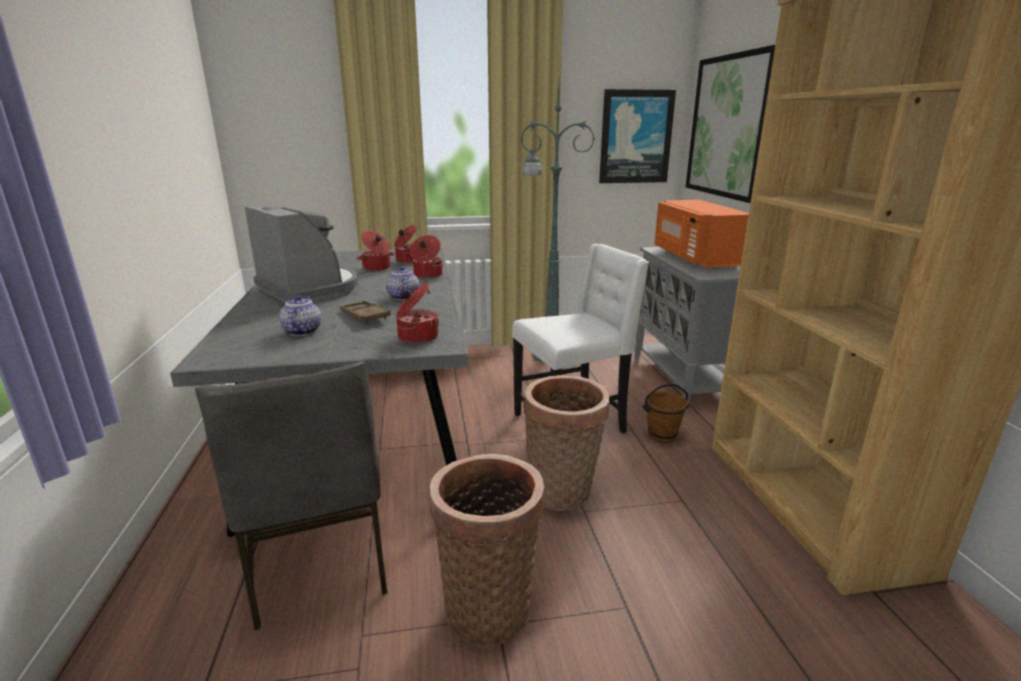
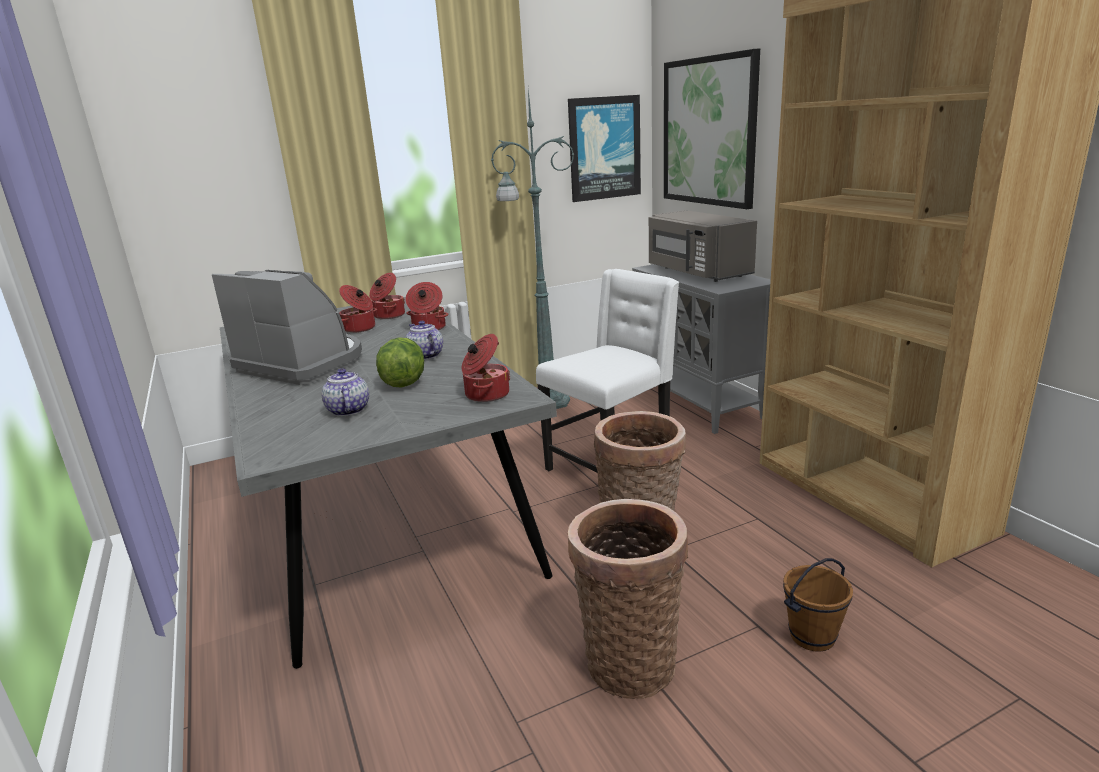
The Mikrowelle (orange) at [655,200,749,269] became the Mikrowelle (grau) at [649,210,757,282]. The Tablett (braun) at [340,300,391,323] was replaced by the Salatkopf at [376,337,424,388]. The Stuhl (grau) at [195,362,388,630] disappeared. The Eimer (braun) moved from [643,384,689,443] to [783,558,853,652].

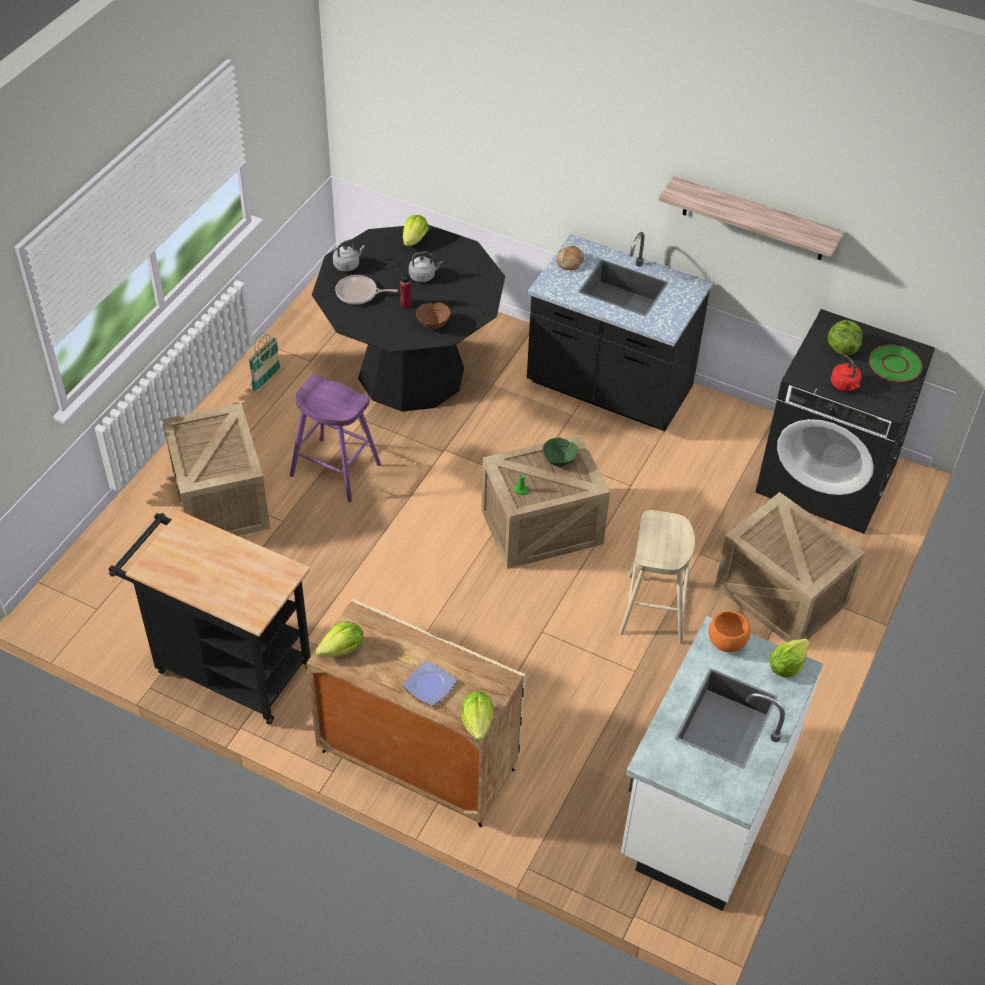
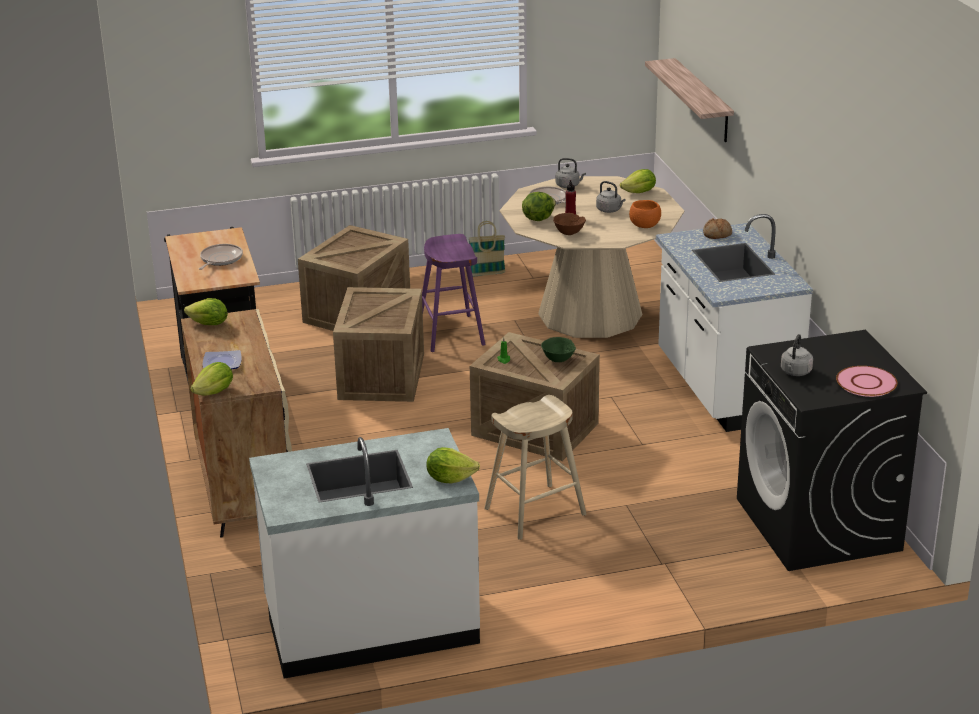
The Wandregal moved from [659,176,844,260] to [645,58,734,142]. The Esstisch (schwarz) at [312,225,505,411] became the Esstisch (beige) at [500,176,684,338]. The Küchenzeile (schwarz) at [527,232,713,432] became the Küchenzeile (weiß) at [656,214,813,432]. The Salatkopf moved from [827,320,863,355] to [522,192,556,221]. The Teller (grün) at [869,345,923,382] became the Teller (rosa) at [836,366,897,397]. The Wasserkessel (rot) at [831,355,862,391] became the Wasserkessel (grau) at [781,334,813,376]. The Kiste moved from [715,492,865,642] to [333,287,424,402]. The Schüssel (orange) moved from [708,611,751,652] to [629,200,661,228]. The Pfanne at [199,244,243,270] appeared.

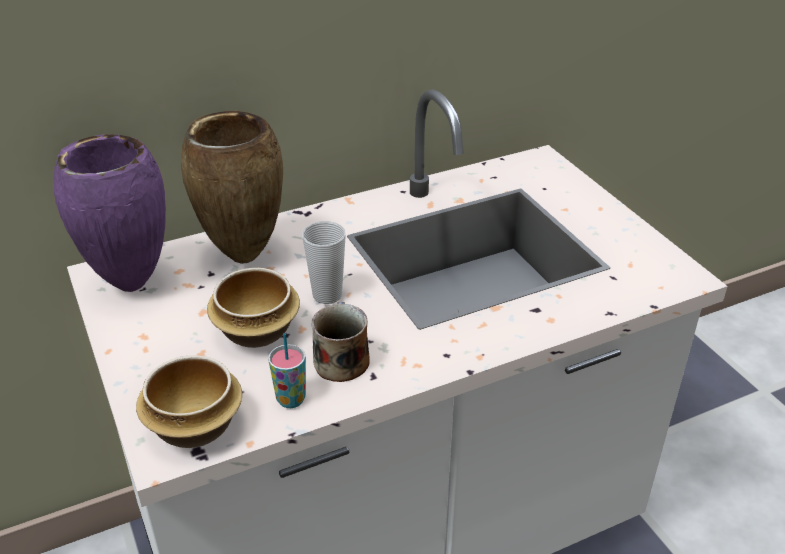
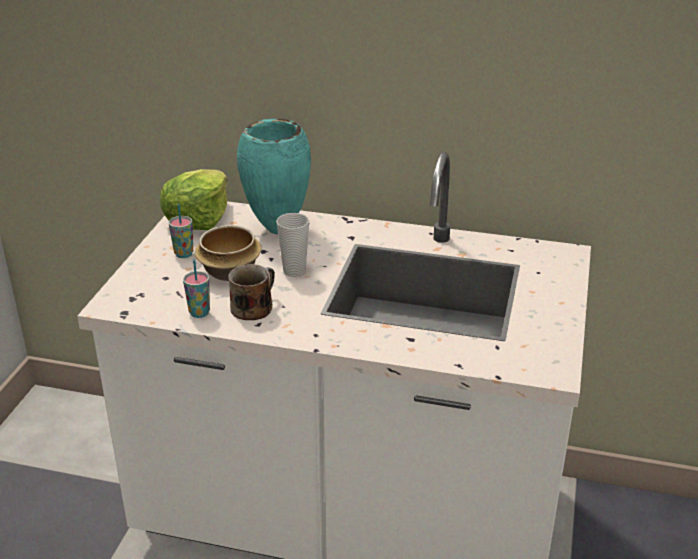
The Vase (braun) at [181,111,283,264] became the Vase (türkis) at [237,119,311,234]. The Vase (lila) at [53,134,166,292] was replaced by the Salatkopf at [160,169,227,230]. The Schüssel at [136,355,242,448] disappeared. The Tasse at [169,204,193,258] appeared.

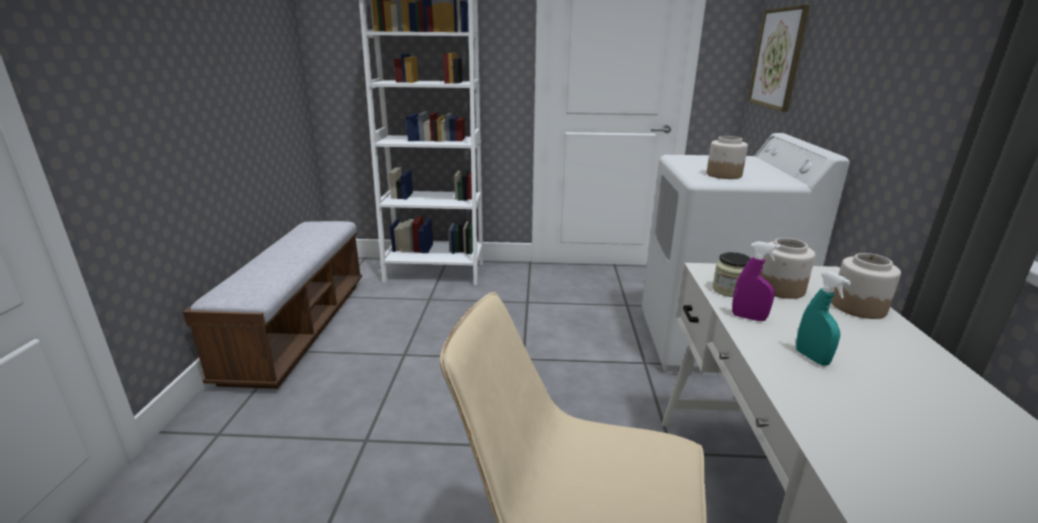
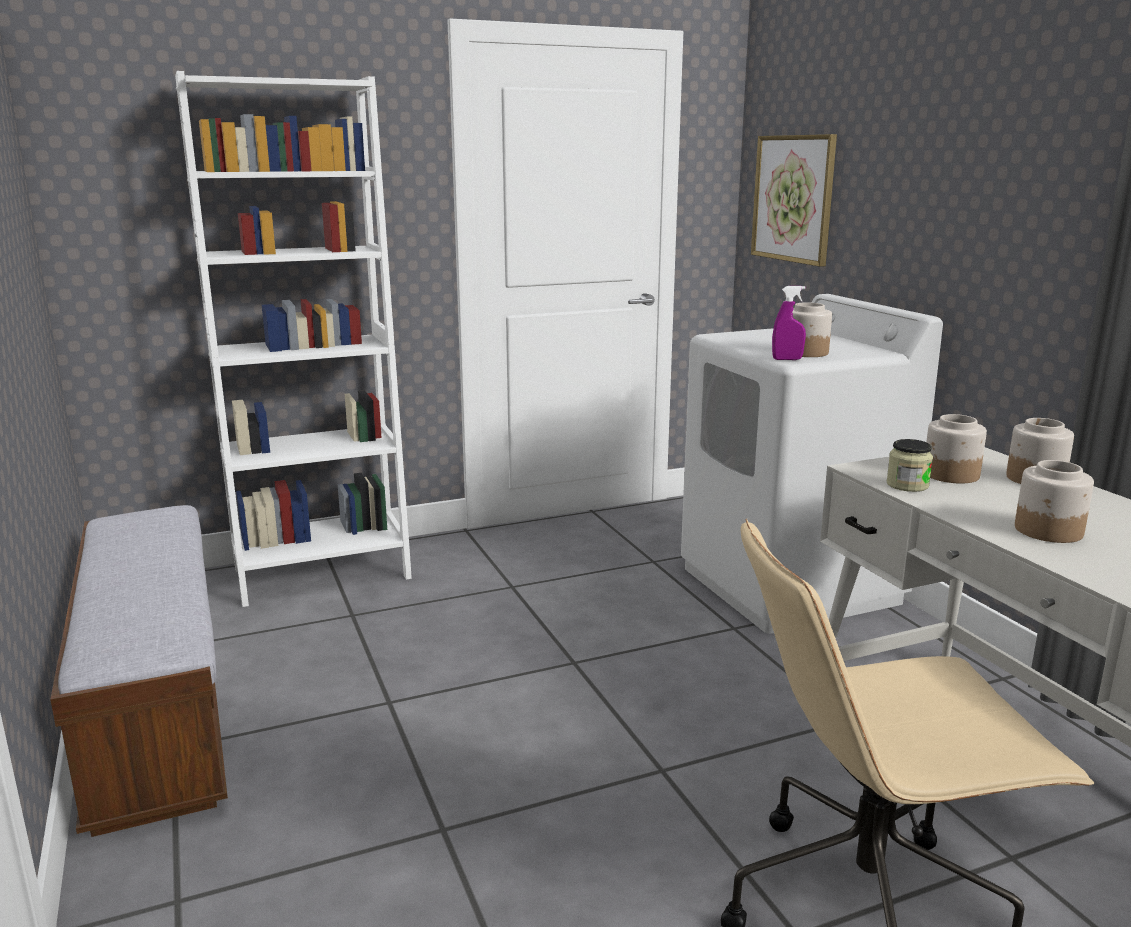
The Sprühflasche (lila) moved from [732,241,780,321] to [772,286,806,360]. The Sprühflasche (türkis) at [796,271,851,366] was replaced by the Vorratsglas at [1015,460,1094,543].

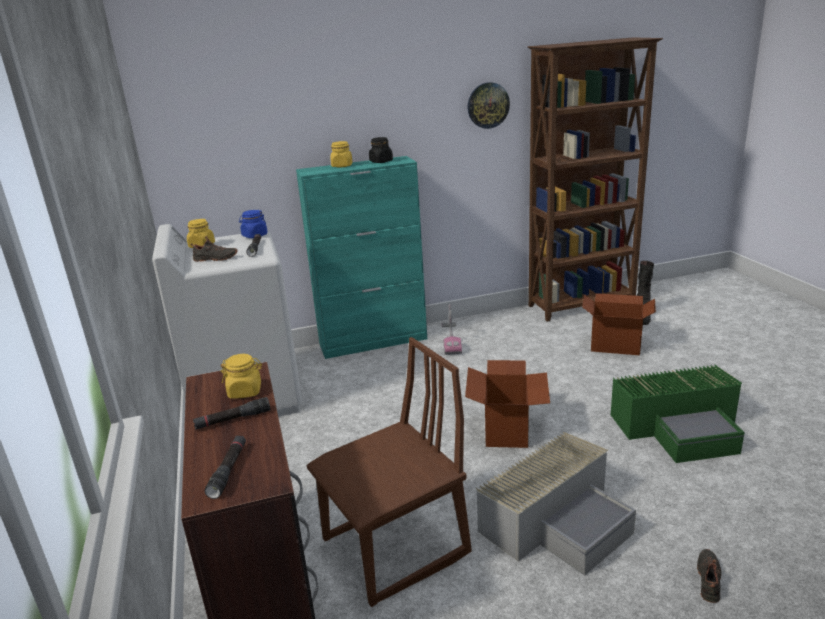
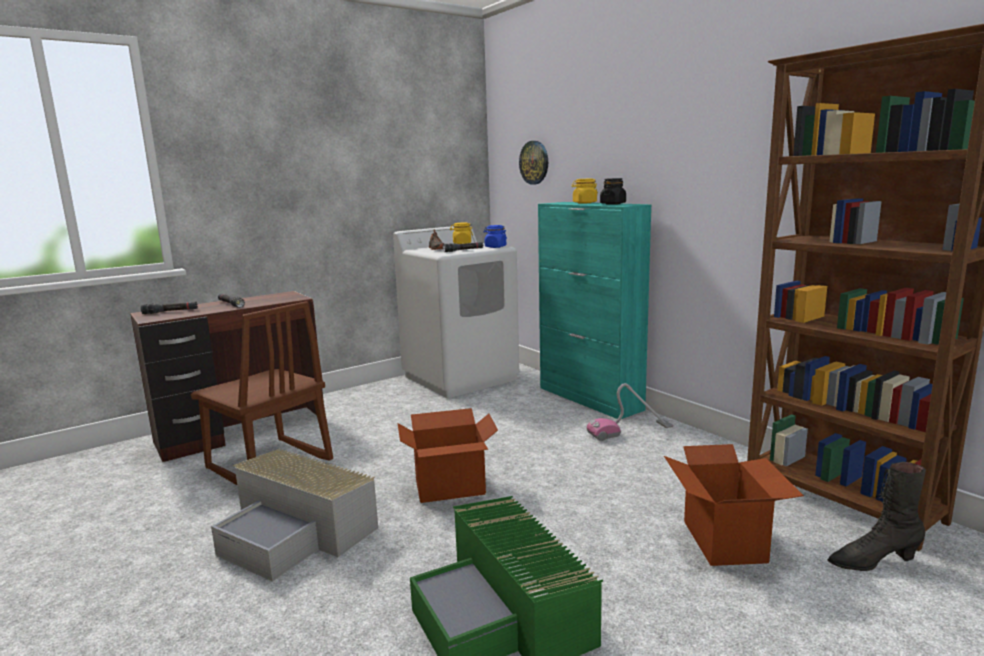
The Wanduhr moved from [467,82,510,129] to [519,141,548,185]. The Vorratsglas (gelb) at [220,354,262,399] disappeared. The Schuh (schwarz) at [697,549,721,603] disappeared.

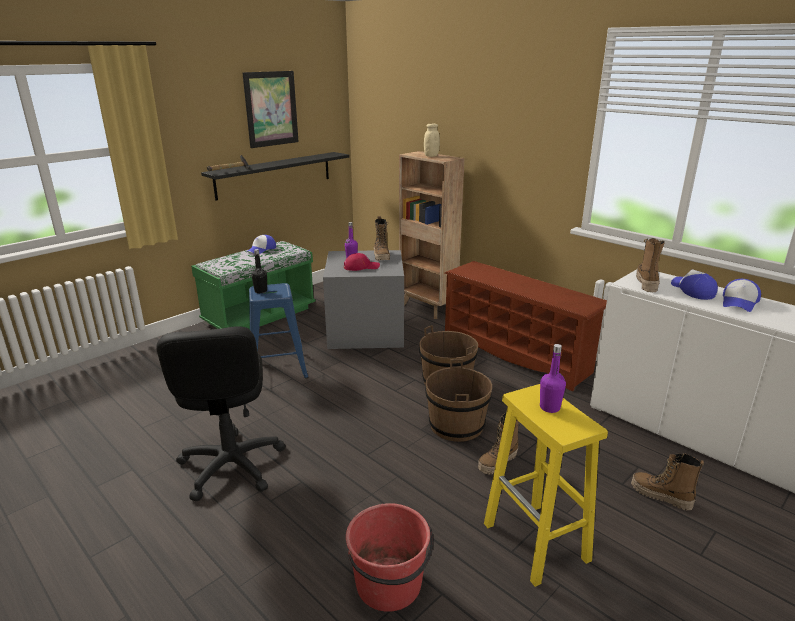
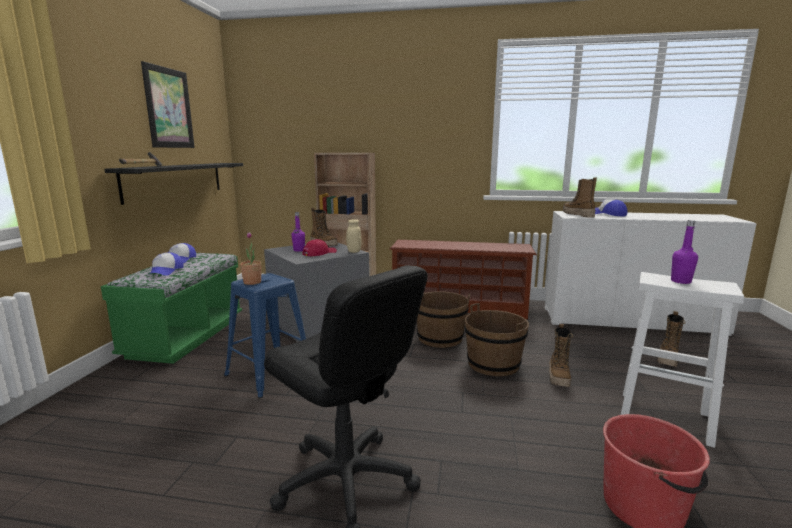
The Vorratsglas (beige) moved from [424,123,440,157] to [346,219,362,253]. The Flasche (schwarz) at [251,249,267,293] was replaced by the Topfpflanze at [240,232,262,285]. The Kappe moved from [723,279,761,312] to [150,252,183,276]. The Hocker (gelb) at [484,384,608,587] became the Hocker (weiß) at [621,272,744,448]. The Stiefel at [631,453,704,510] turned 60 degrees counterclockwise.

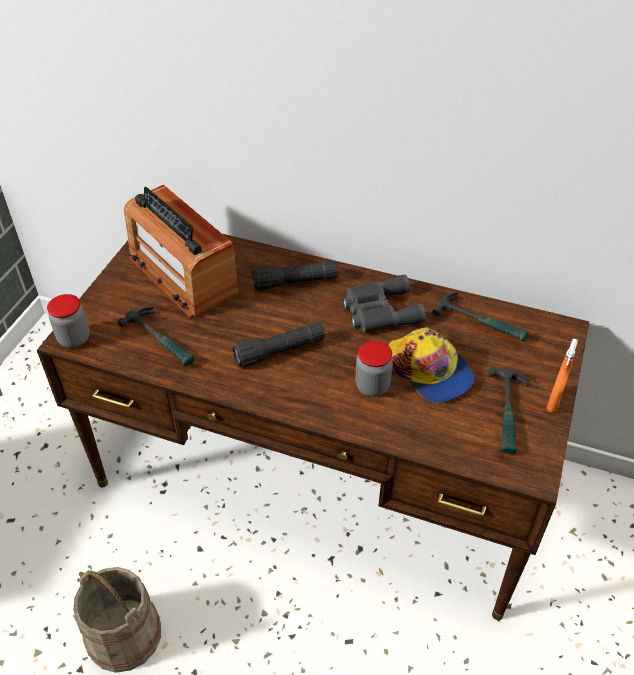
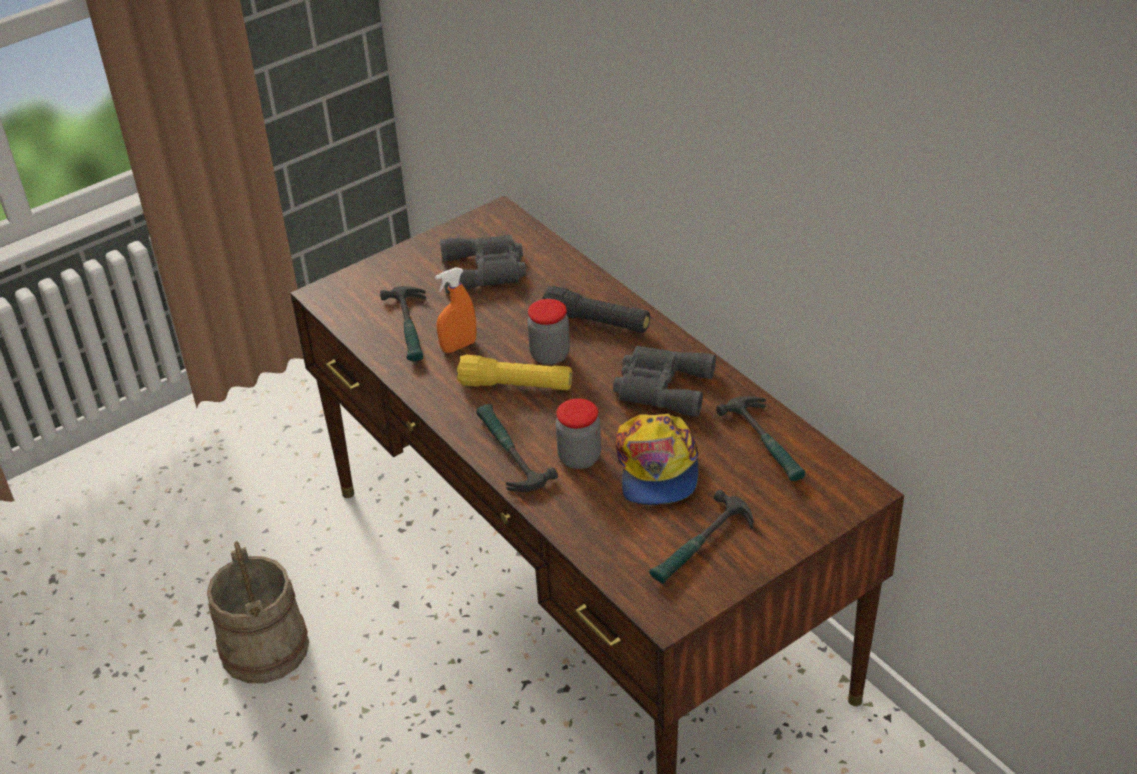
The Radio at [124,185,238,318] was replaced by the Fernglas (grau) at [440,235,526,293]. The Vorratsglas moved from [47,294,90,348] to [527,299,570,365]. The Taschenlampe (schwarz) at [232,322,325,368] became the Taschenlampe (gelb) at [457,355,572,390]. The Sprühflasche (orange) moved from [546,338,578,413] to [435,267,477,353]. The Hammer at [476,404,558,492] appeared.

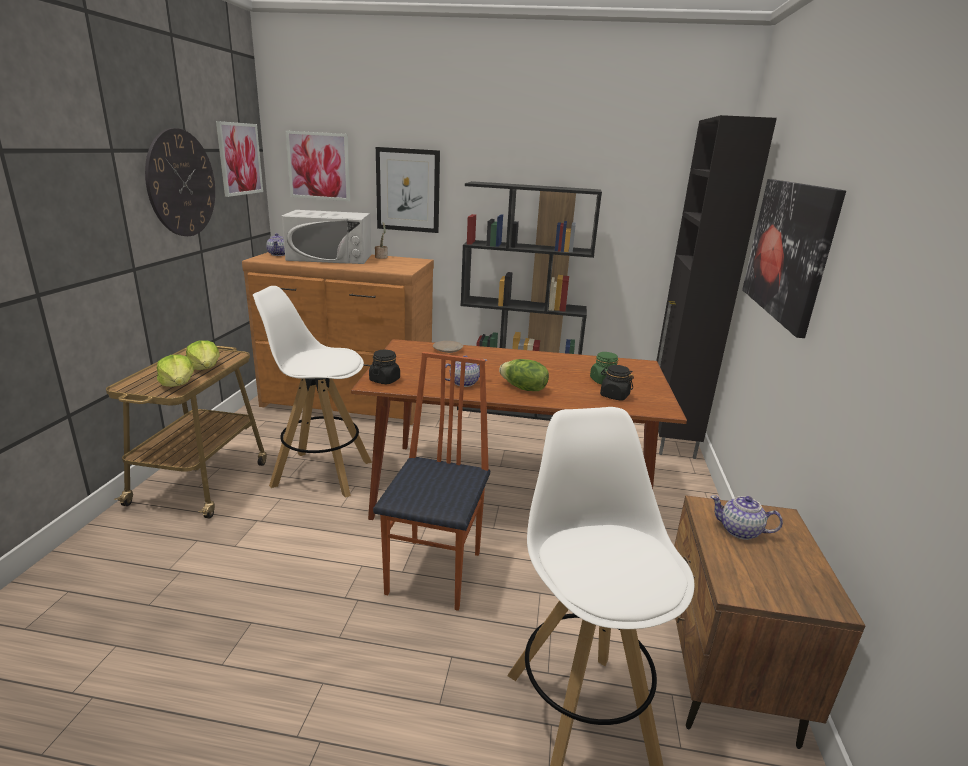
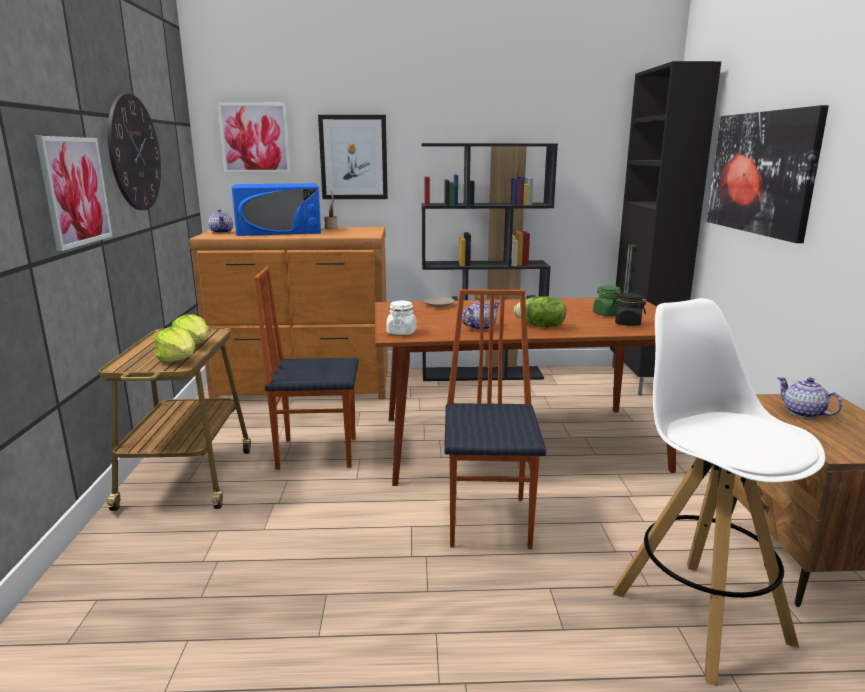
The Bild moved from [216,121,263,197] to [35,136,112,251]. The Mikrowelle (weiß) at [282,210,371,264] became the Mikrowelle (blau) at [232,183,321,236]. The Hocker (weiß) at [253,286,372,498] was replaced by the Stuhl at [254,267,358,470]. The Vorratsglas (schwarz) at [369,350,400,384] became the Vorratsglas (weiß) at [386,301,417,335]. The Teekanne at [710,495,783,540] turned 45 degrees clockwise.

